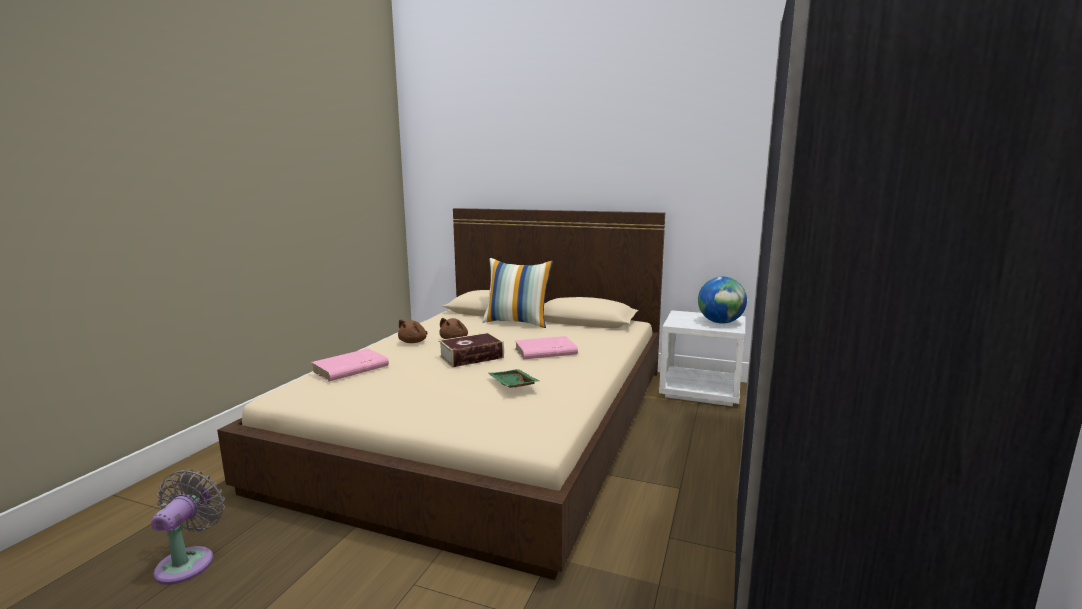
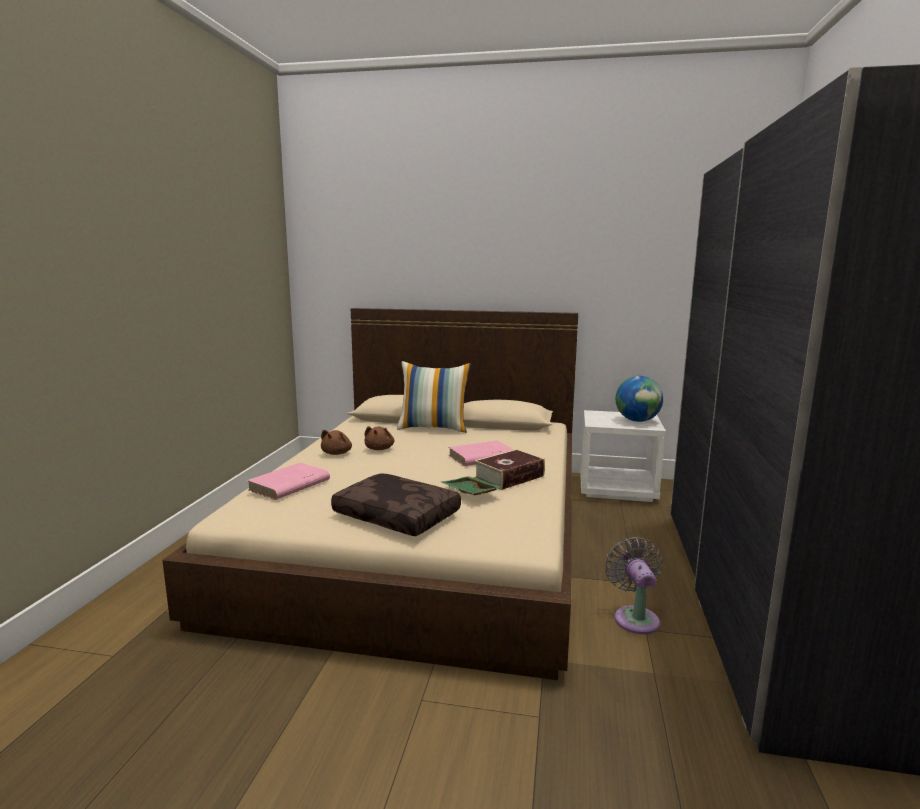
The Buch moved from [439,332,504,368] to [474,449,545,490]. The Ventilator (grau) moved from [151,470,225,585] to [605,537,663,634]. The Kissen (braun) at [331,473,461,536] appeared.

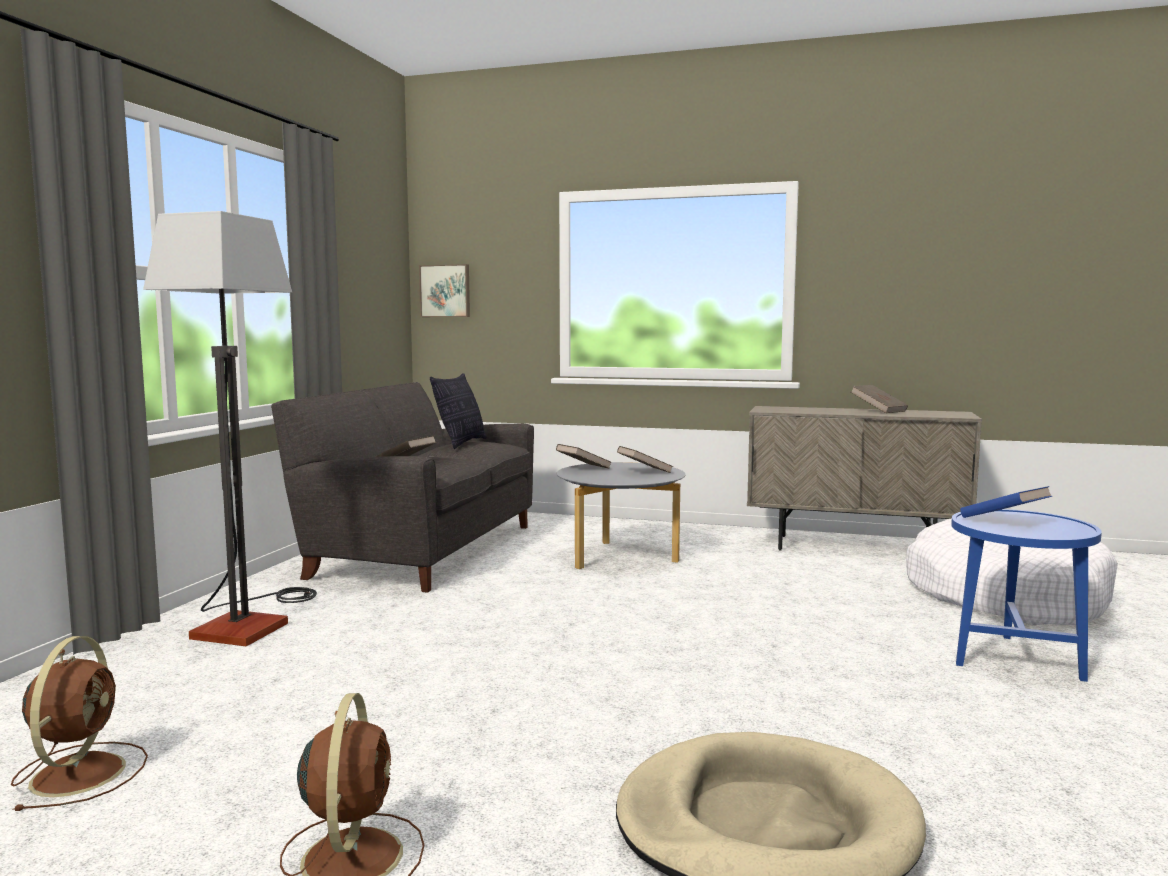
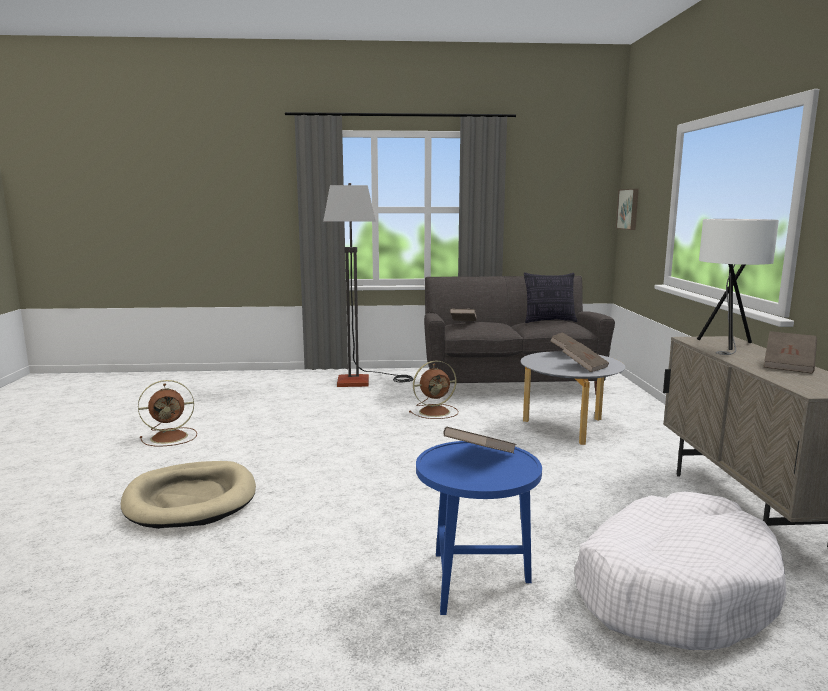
The Buch (blau) at [960,486,1052,518] became the Buch (braun) at [444,426,516,453]. The Ventilator (braun) moved from [11,636,148,811] to [409,361,458,419]. The Tischlampe (weiß) at [697,219,779,355] appeared.

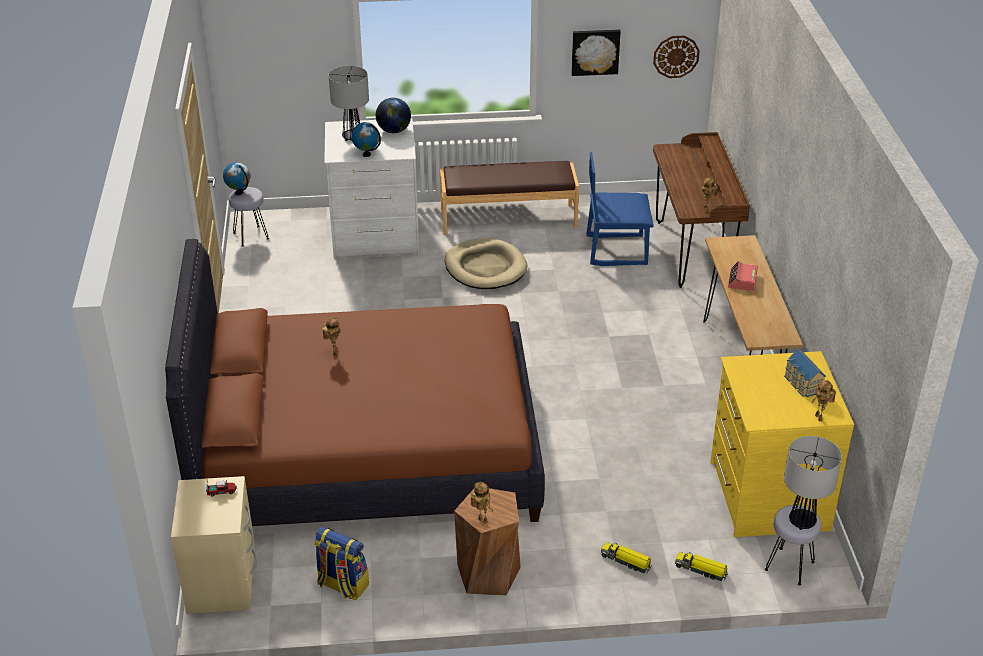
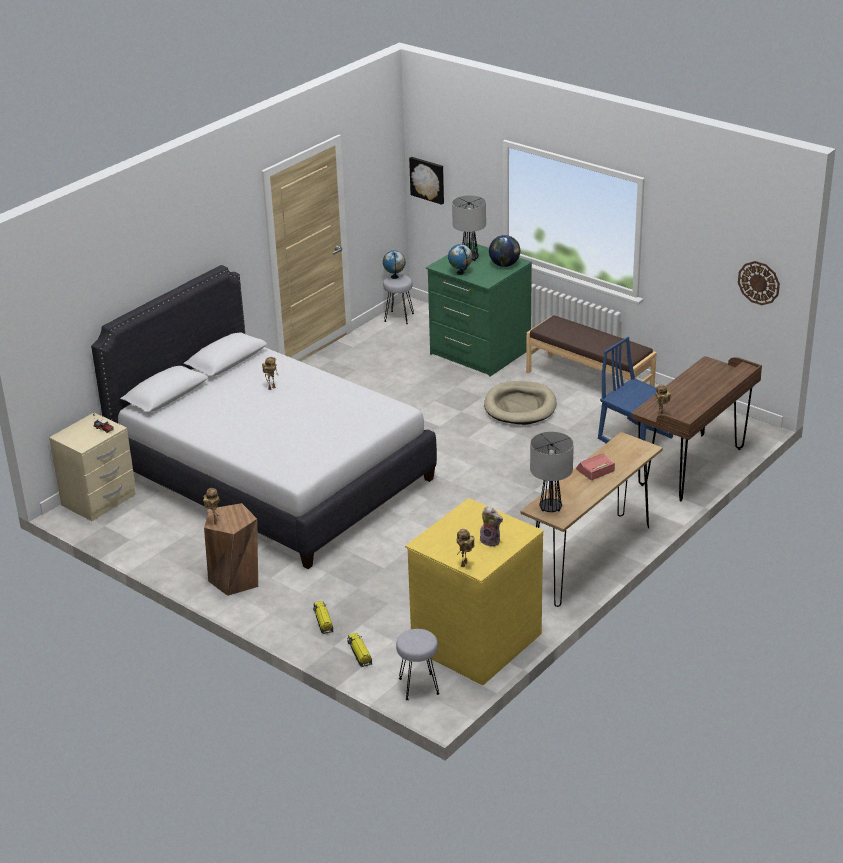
The Bild moved from [571,30,621,76] to [409,157,444,205]. The Kommode (weiß) at [324,118,419,258] became the Kommode (grün) at [426,242,532,377]. The Bett (braun) at [165,239,545,526] became the Bett (weiß) at [91,265,437,569]. The Spielzeughaus at [784,349,826,397] was replaced by the Plüschtier at [480,506,503,547]. The Tischlampe moved from [784,436,842,530] to [530,431,574,512]. The Rucksack at [314,527,369,600] disappeared.

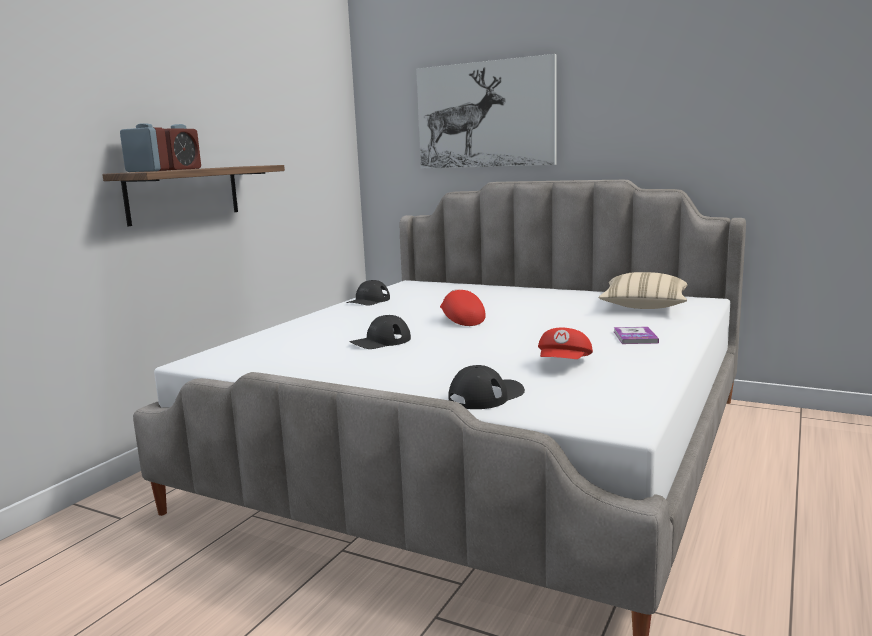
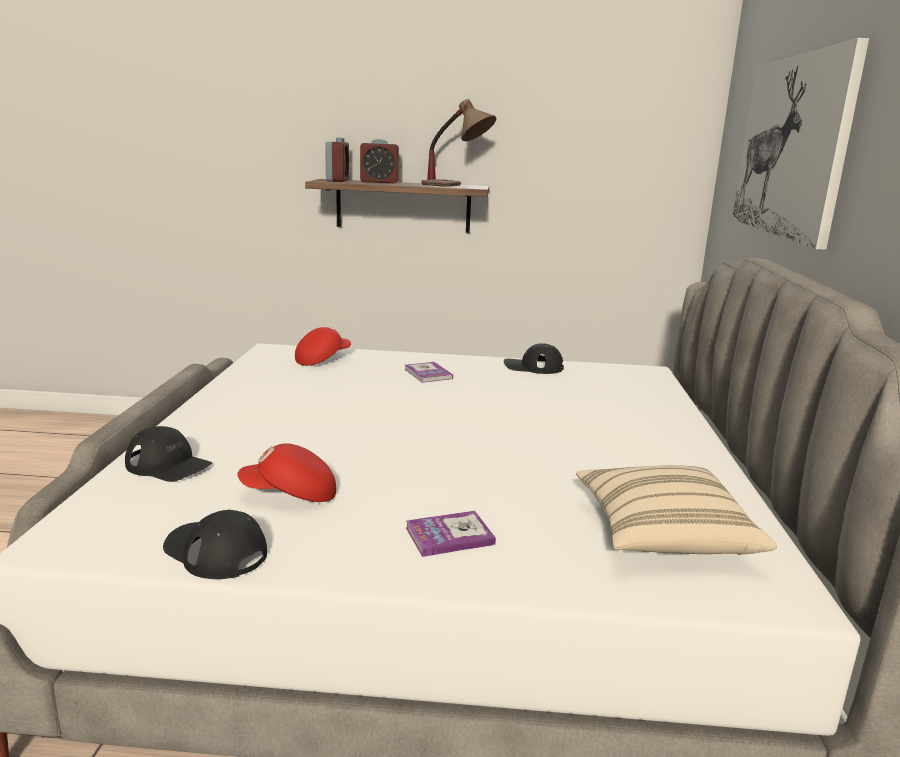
The Kappe (rot) moved from [440,289,486,326] to [295,327,351,366]. The Kappe (schwarz) moved from [349,315,411,349] to [163,509,267,579]. The Tischlampe at [421,99,496,187] appeared. The Buch at [405,362,453,383] appeared.

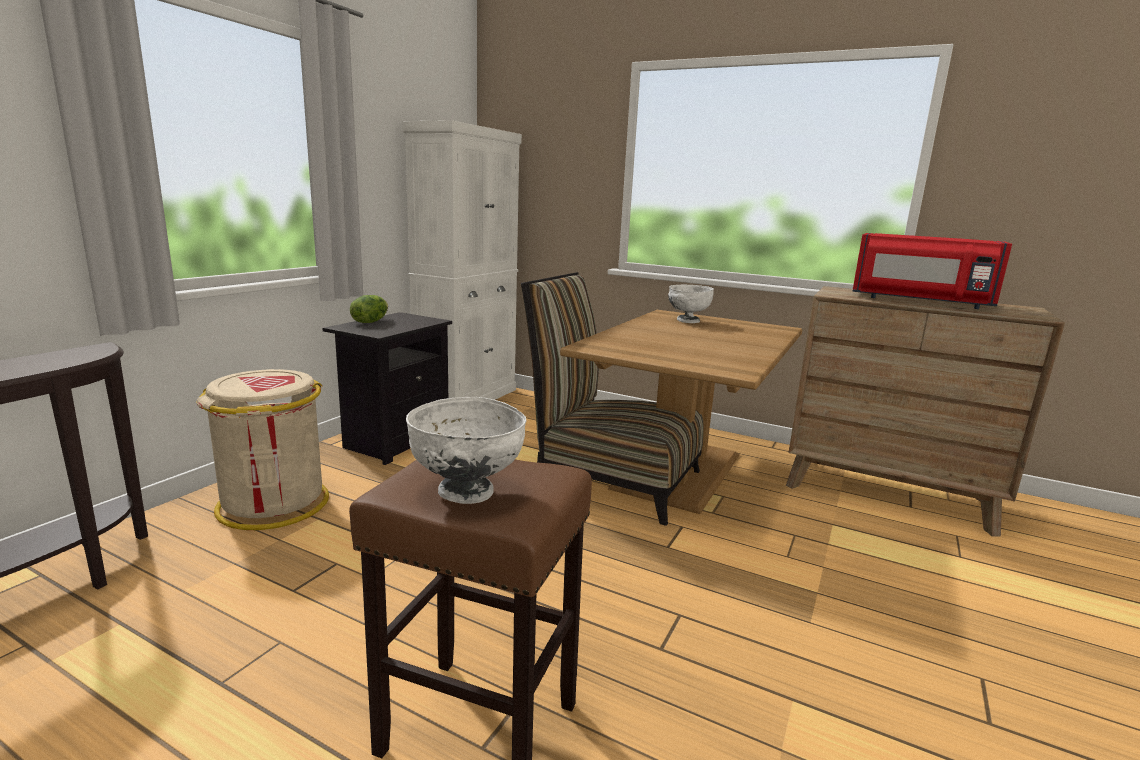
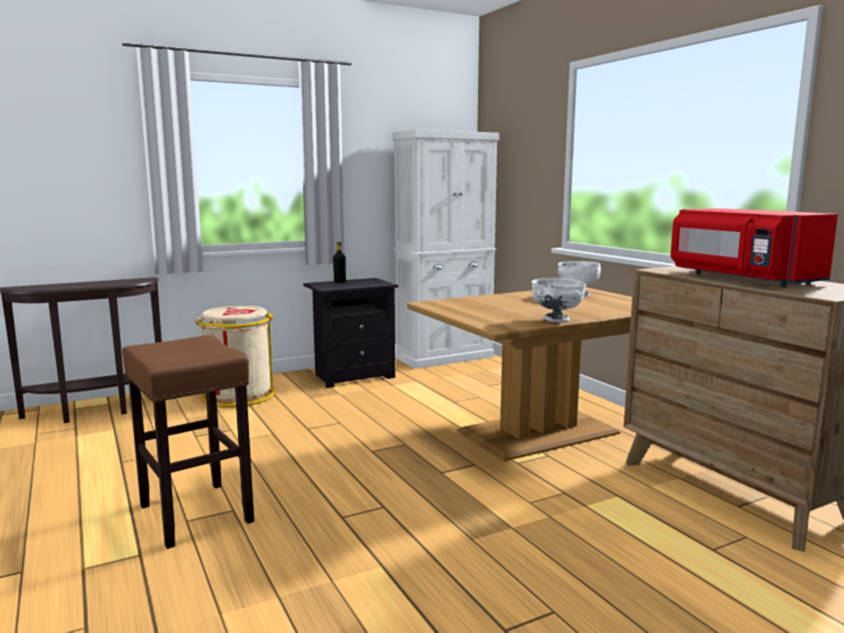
The Stuhl at [521,272,704,526] disappeared. The Salatkopf at [350,295,388,323] was replaced by the Flasche (schwarz) at [333,242,346,283]. The Schüssel (weiß) moved from [406,397,526,504] to [532,278,586,322].

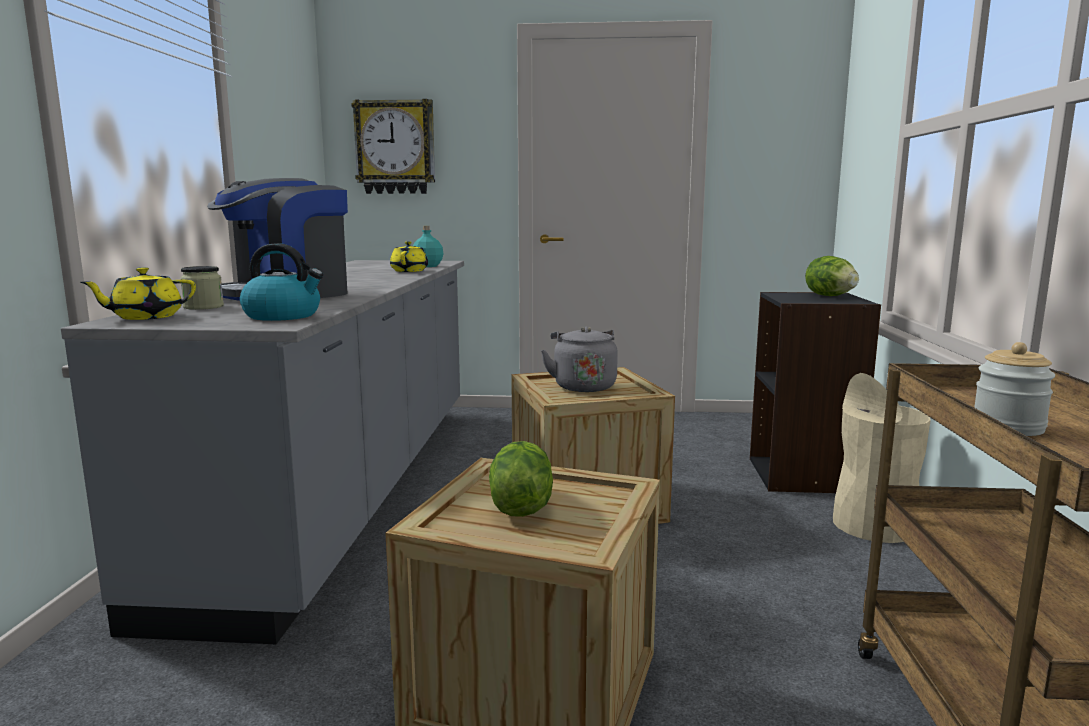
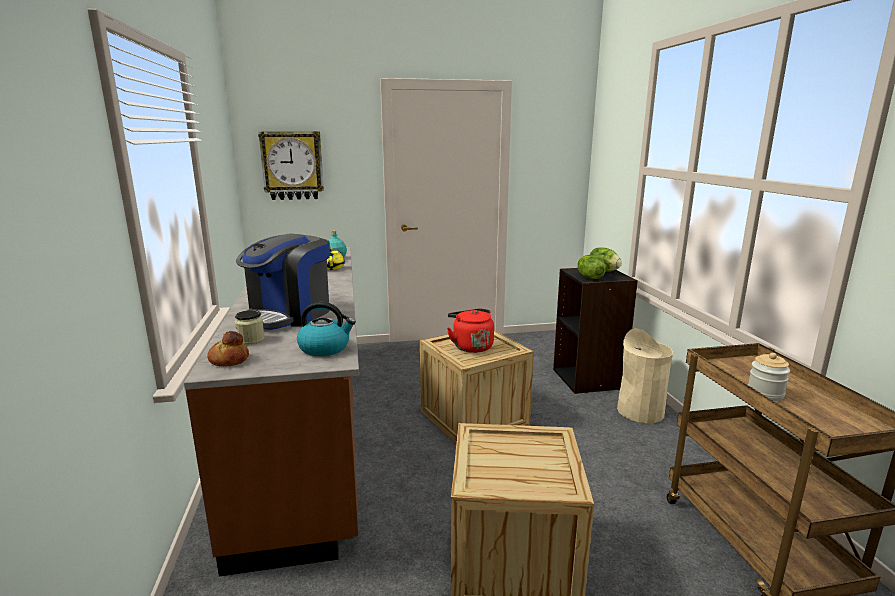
The Küchenzeile (grau) at [61,260,464,644] became the Küchenzeile (braun) at [184,247,359,577]. The Teekanne (gelb) at [80,267,196,320] was replaced by the Brot at [207,331,249,367]. The Wasserkessel (grau) at [541,327,618,392] became the Wasserkessel (rot) at [447,308,494,353]. The Salatkopf moved from [489,441,553,517] to [577,255,606,279].

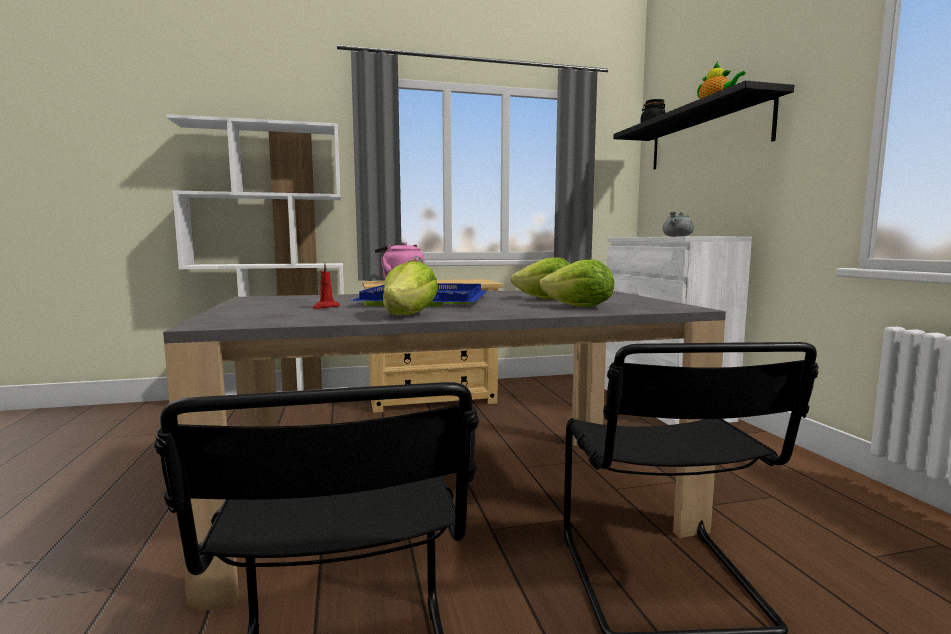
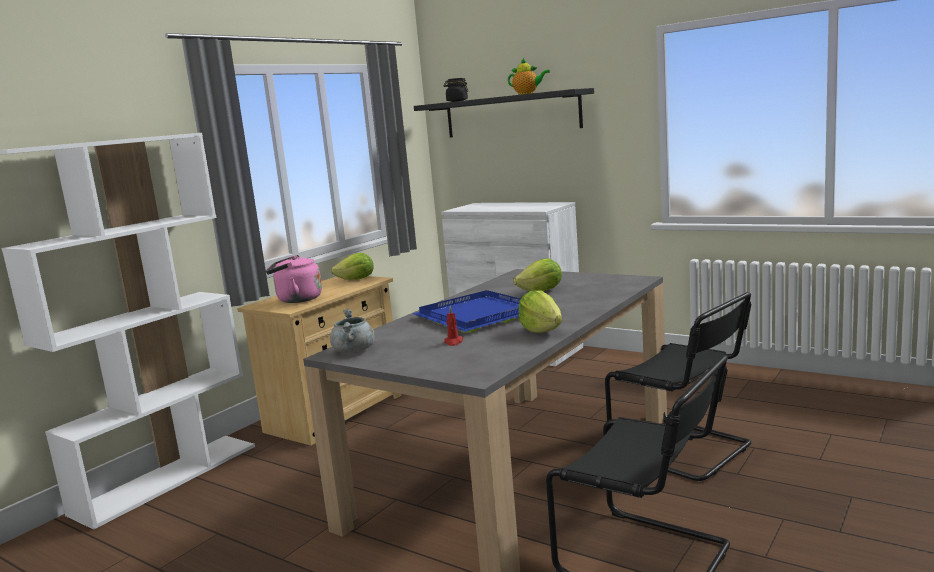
The Kochtopf (grau) moved from [662,211,694,237] to [330,308,375,353]. The Salatkopf moved from [540,259,614,307] to [331,253,374,280].

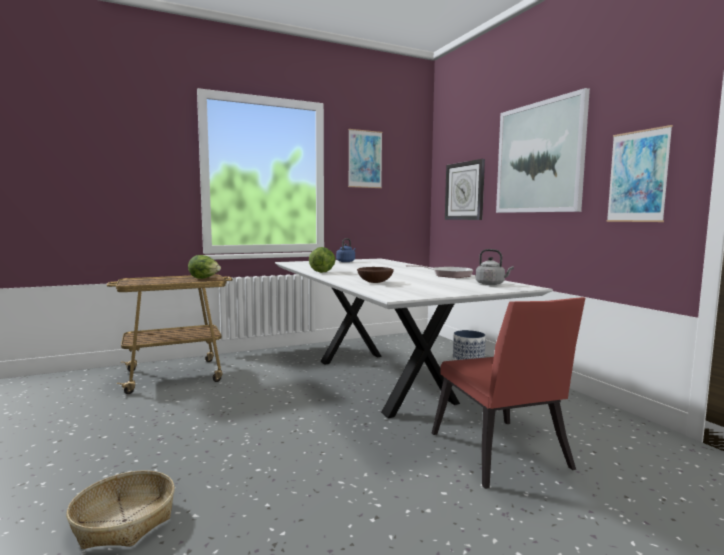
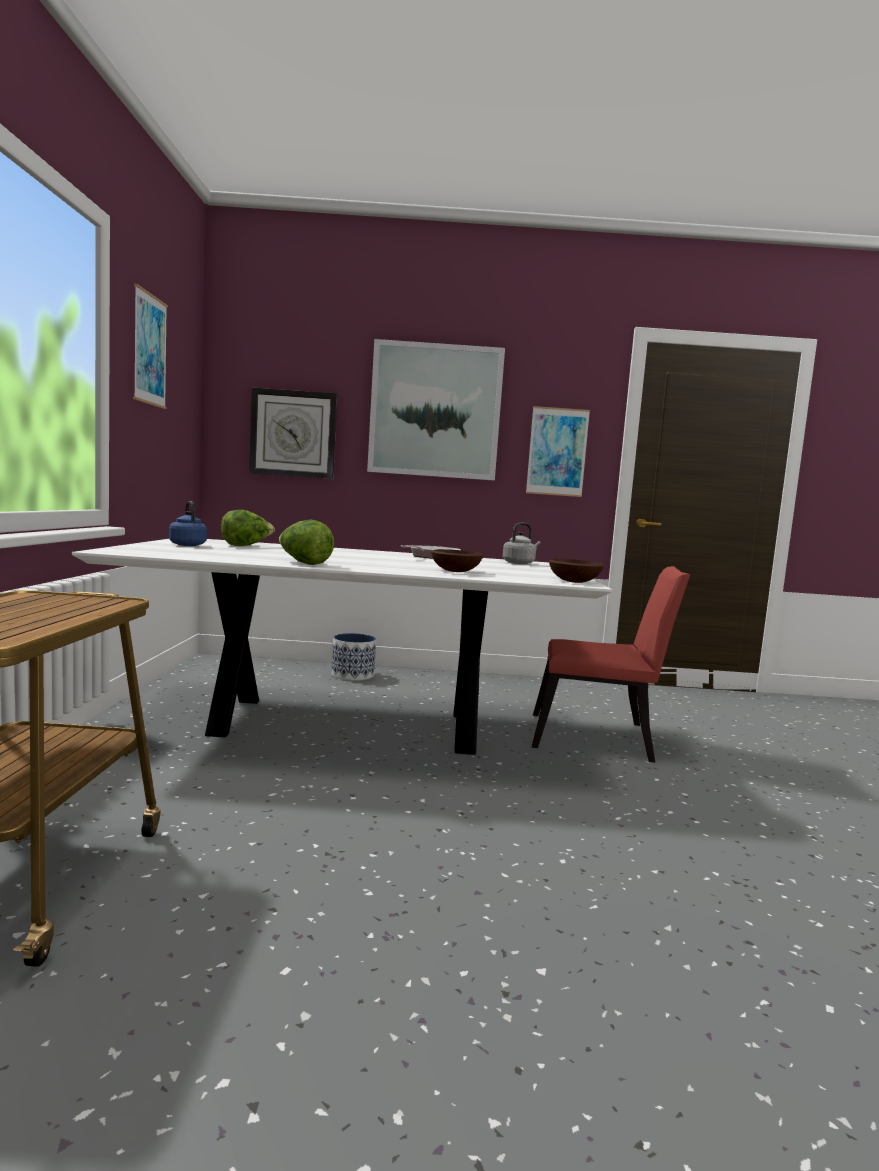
The Salatkopf moved from [188,255,221,279] to [221,510,275,546]. The Korb at [66,471,175,549] disappeared. The Schüssel (braun) at [549,559,604,583] appeared.

